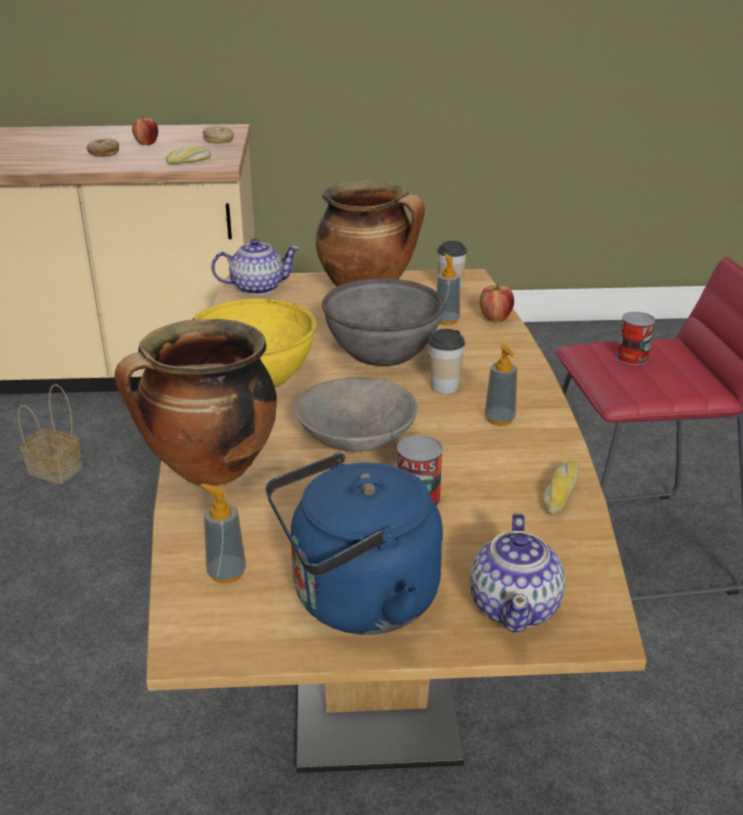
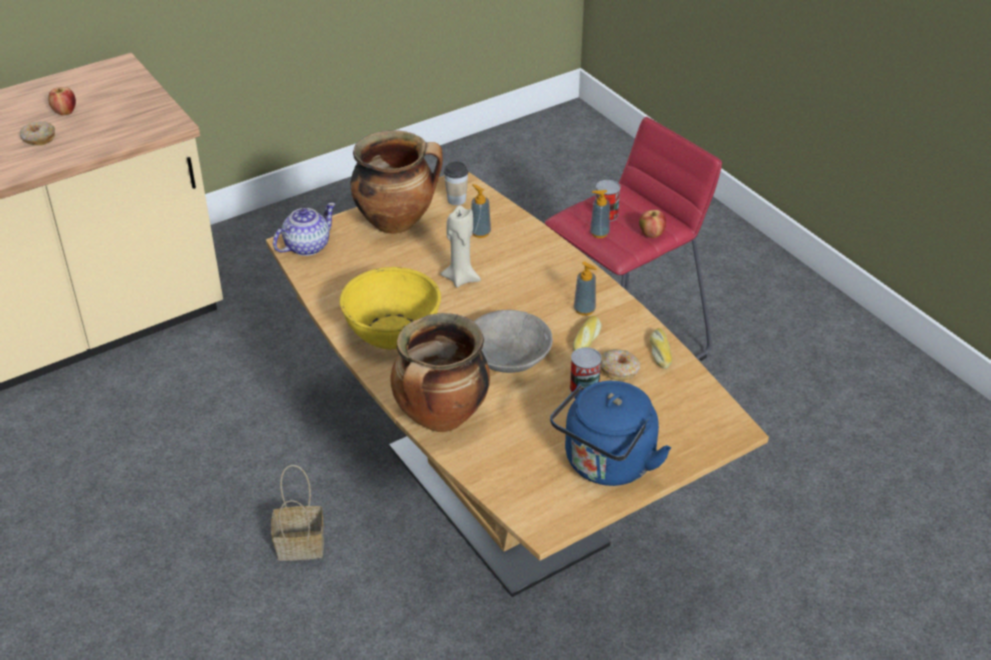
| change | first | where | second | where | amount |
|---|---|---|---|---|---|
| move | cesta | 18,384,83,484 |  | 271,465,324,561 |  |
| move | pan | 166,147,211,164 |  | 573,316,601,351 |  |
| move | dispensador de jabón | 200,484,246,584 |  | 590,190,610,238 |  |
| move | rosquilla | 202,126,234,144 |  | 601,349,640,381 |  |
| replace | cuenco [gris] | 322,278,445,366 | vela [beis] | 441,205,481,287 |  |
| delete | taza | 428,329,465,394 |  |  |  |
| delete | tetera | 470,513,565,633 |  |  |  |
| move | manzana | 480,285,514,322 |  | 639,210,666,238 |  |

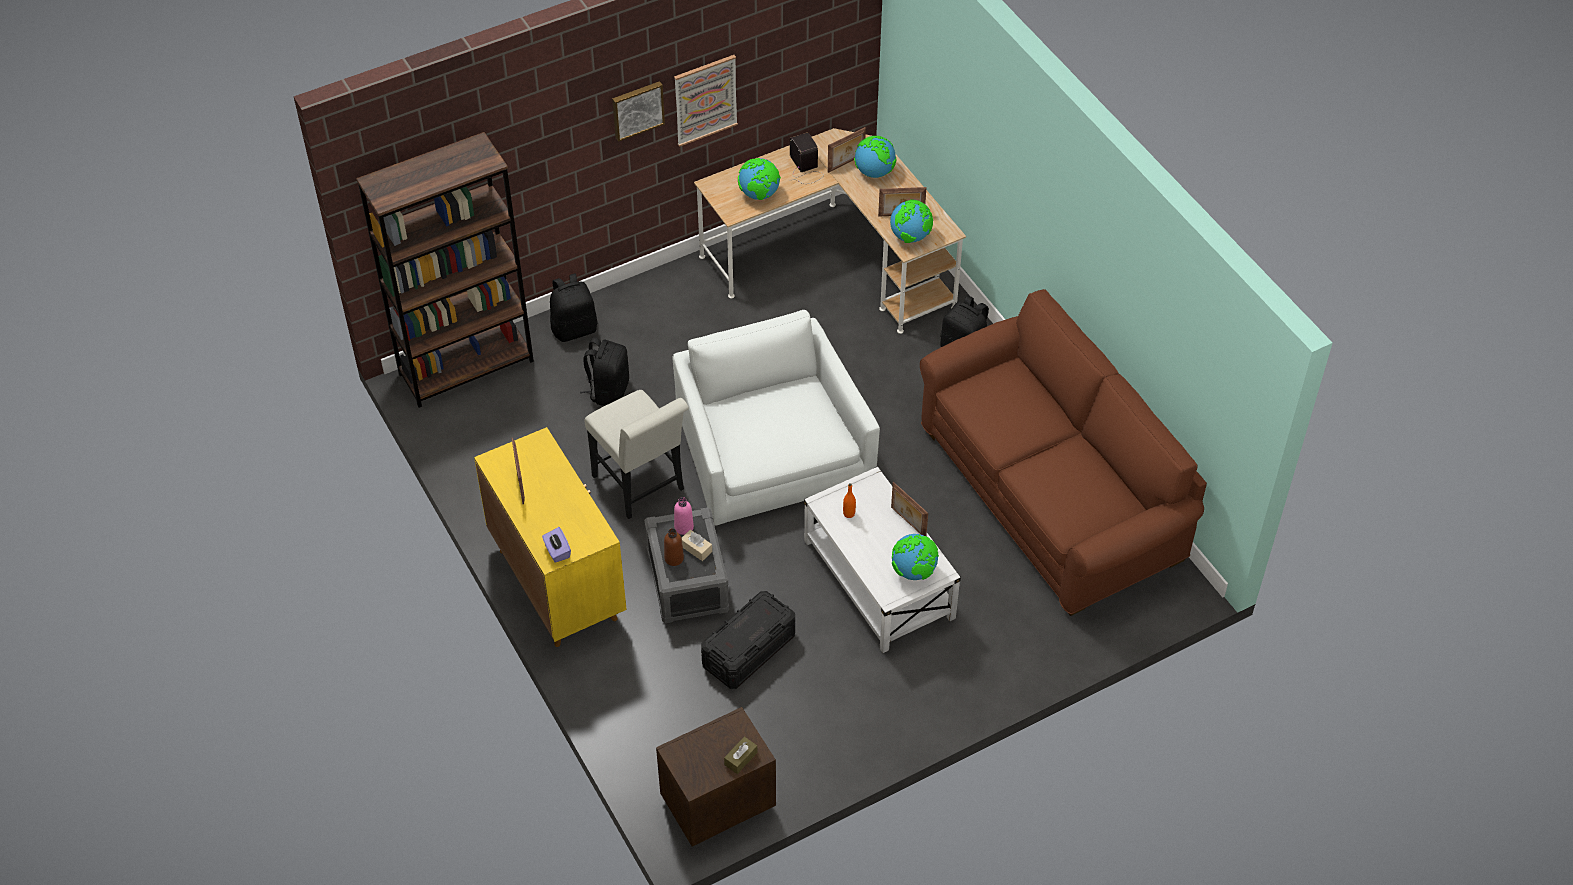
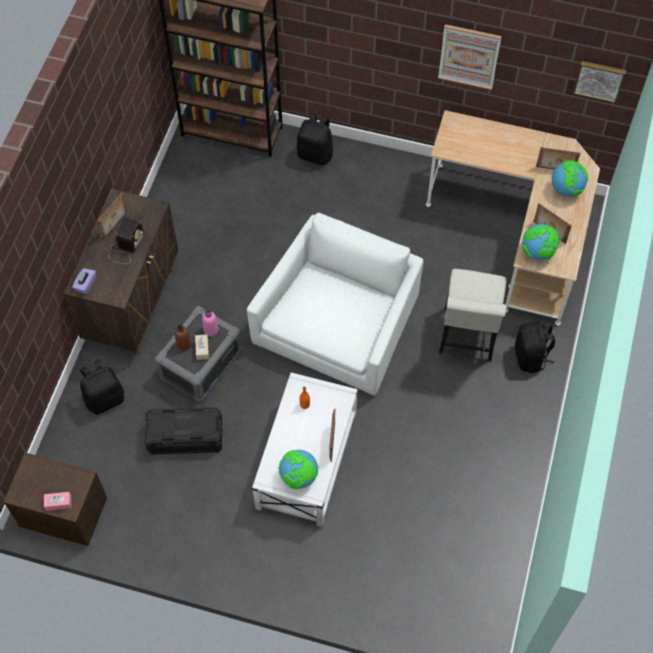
| change | first | where | second | where | amount |
|---|---|---|---|---|---|
| recolor | armario [amarillo] | 474,427,627,647 | armario [marrón] | 64,189,179,354 |  |
| move | mochila [negro] | 580,337,629,406 |  | 80,360,124,415 |  |
| move | silla [blanco] | 585,390,689,519 |  | 439,269,507,361 |  |
| move | cuadro | 612,81,665,142 |  | 573,61,626,103 |  |
| recolor | caja de pañuelos [marrón] | 724,737,757,774 | caja de pañuelos [rosa] | 44,492,71,511 |  |
| delete | globo terráqueo | 738,158,781,200 |  |  |  |
| move | radio | 789,132,824,184 |  | 105,217,144,264 |  |
| delete | sofá [marrón] | 920,289,1207,616 |  |  |  |

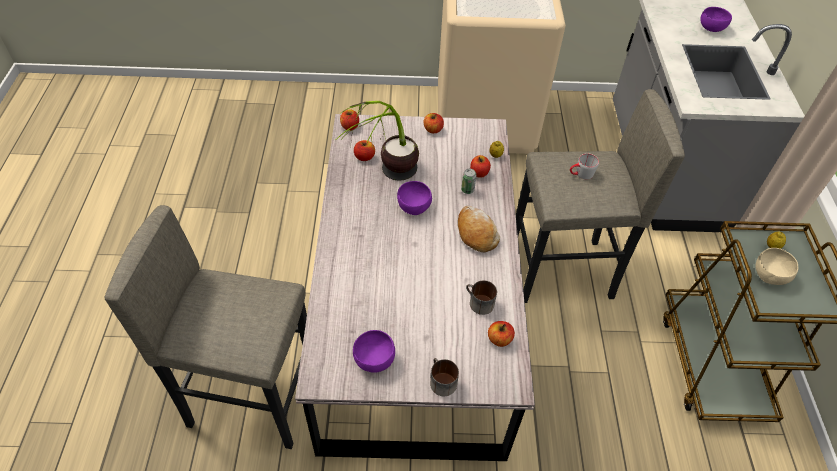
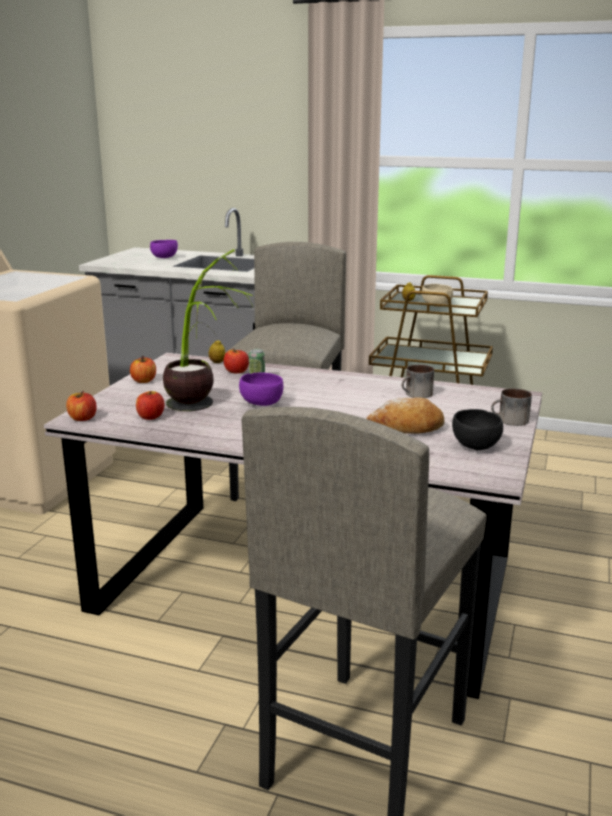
| change | first | where | second | where | amount |
|---|---|---|---|---|---|
| recolor | cuenco [morado] | 353,330,395,373 | cuenco [negro] | 452,409,503,450 |  |
| move | pan | 458,206,500,252 |  | 366,397,445,434 |  |
| delete | manzana | 488,321,515,347 |  |  |  |
| delete | taza grande [gris] | 570,153,599,179 |  |  |  |

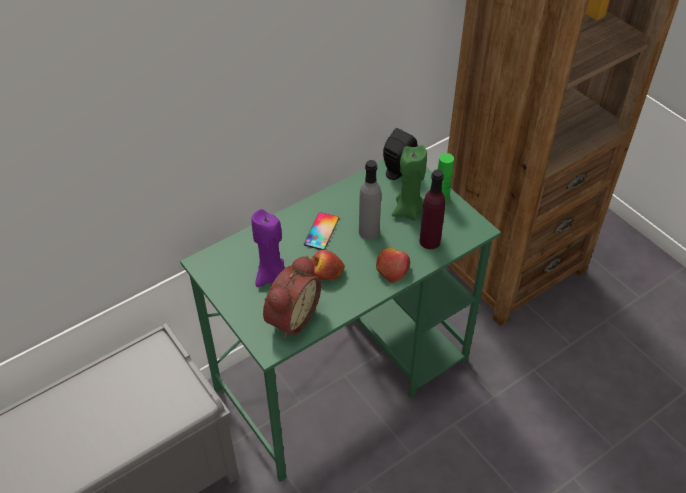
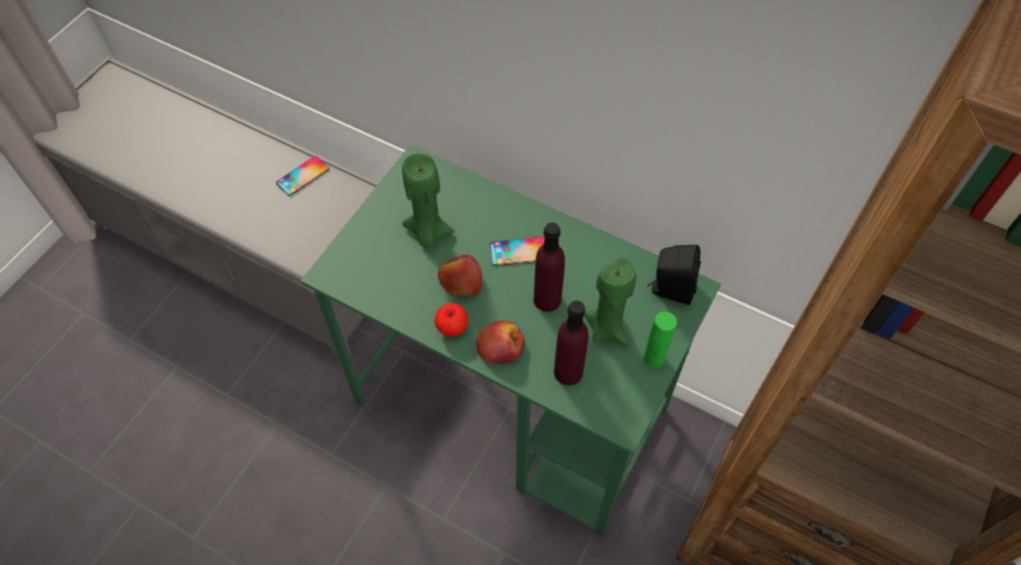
| change | first | where | second | where | amount |
|---|---|---|---|---|---|
| recolor | vela [morado] | 252,209,285,287 | vela [verde] | 402,154,454,248 |  |
| delete | despertador | 263,255,321,338 |  |  |  |
| recolor | botella [gris] | 359,160,381,240 | botella [morado] | 534,222,565,312 |  |
| insert |  |  | móvil | 276,156,329,196 |  |
| insert |  |  | manzana | 435,303,468,336 |  |

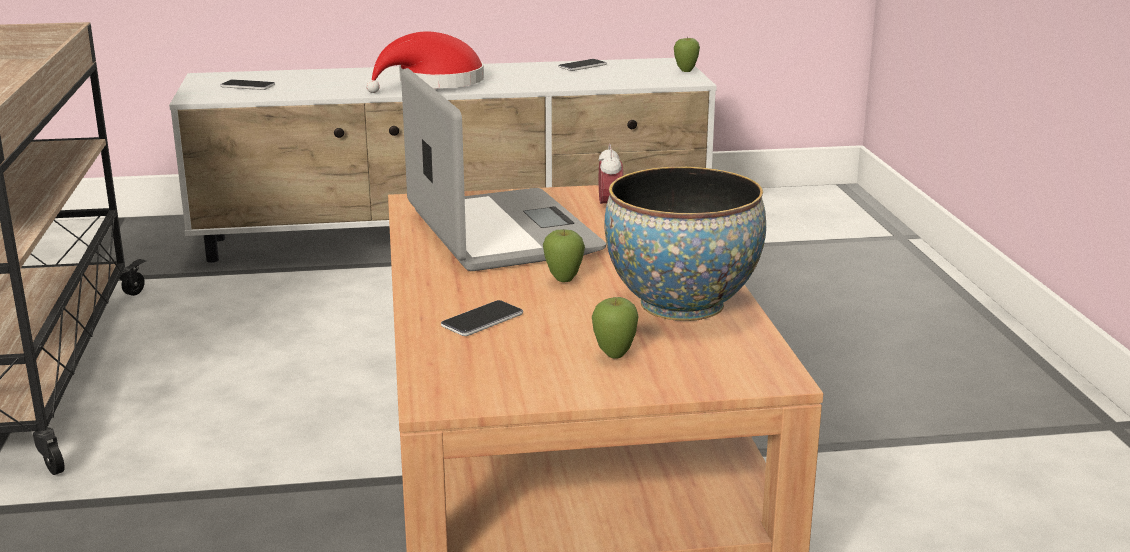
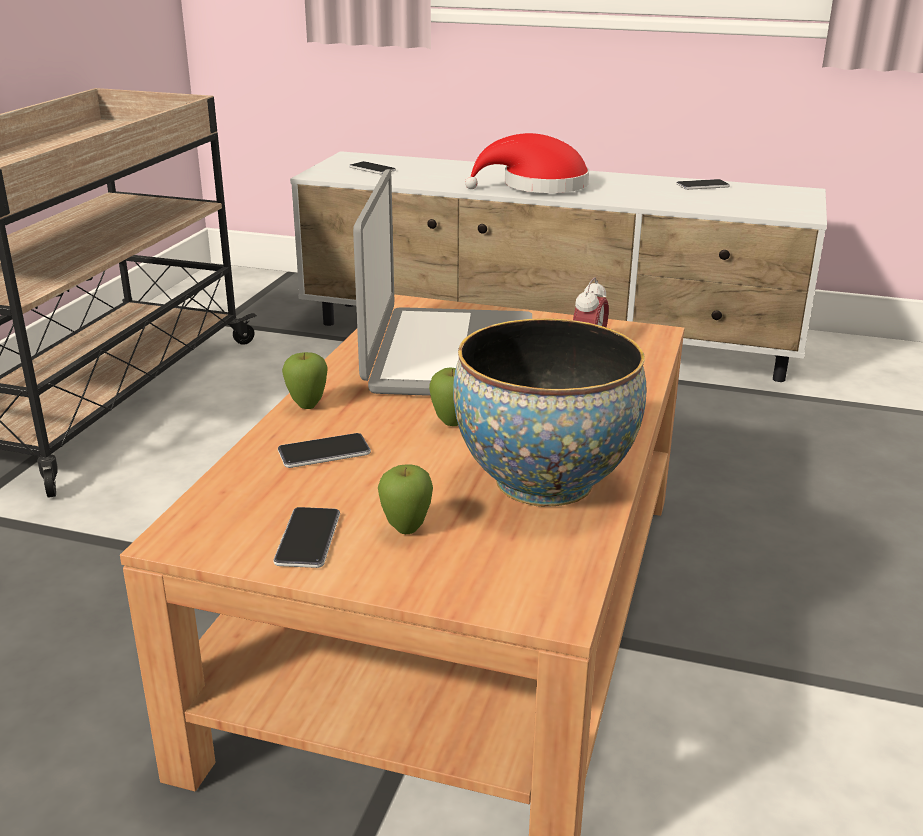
| change | first | where | second | where | amount |
|---|---|---|---|---|---|
| move | manzana | 674,37,700,72 |  | 282,352,327,409 |  |
| insert |  |  | móvil | 273,507,340,568 |  |

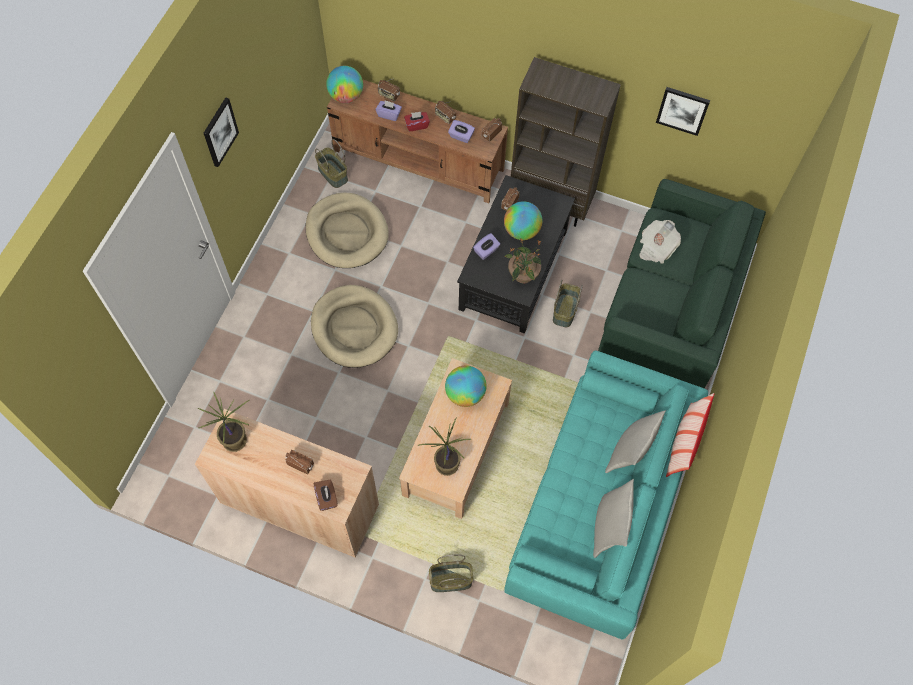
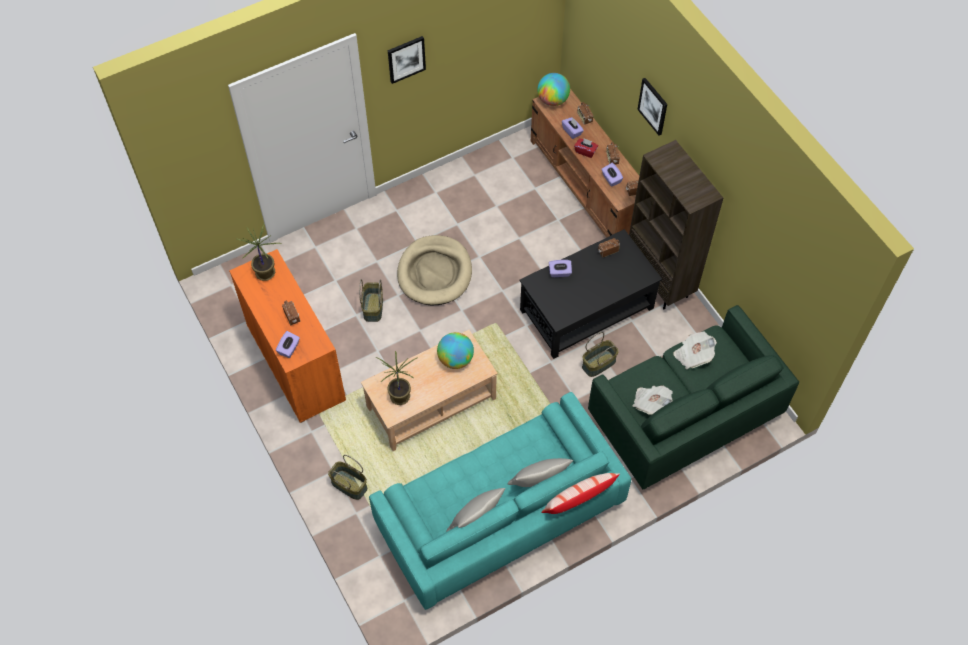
| change | first | where | second | where | amount |
|---|---|---|---|---|---|
| recolor | armario [beis] | 195,409,379,557 | armario [naranja] | 229,249,346,423 |  |
| delete | cama para perro [beis] | 306,192,389,268 |  |  |  |
| recolor | caja de pañuelos [marrón] | 313,480,338,511 | caja de pañuelos [morado] | 276,331,300,358 |  |
| move | cesta | 315,139,348,188 |  | 359,279,383,322 |  |
| delete | globo terráqueo | 504,201,542,240 |  |  |  |
| delete | planta en maceta | 504,238,541,283 |  |  |  |
| move | cuadro | 656,87,710,136 |  | 637,78,667,136 |  |
| insert |  |  | periódico | 632,385,673,415 |  |

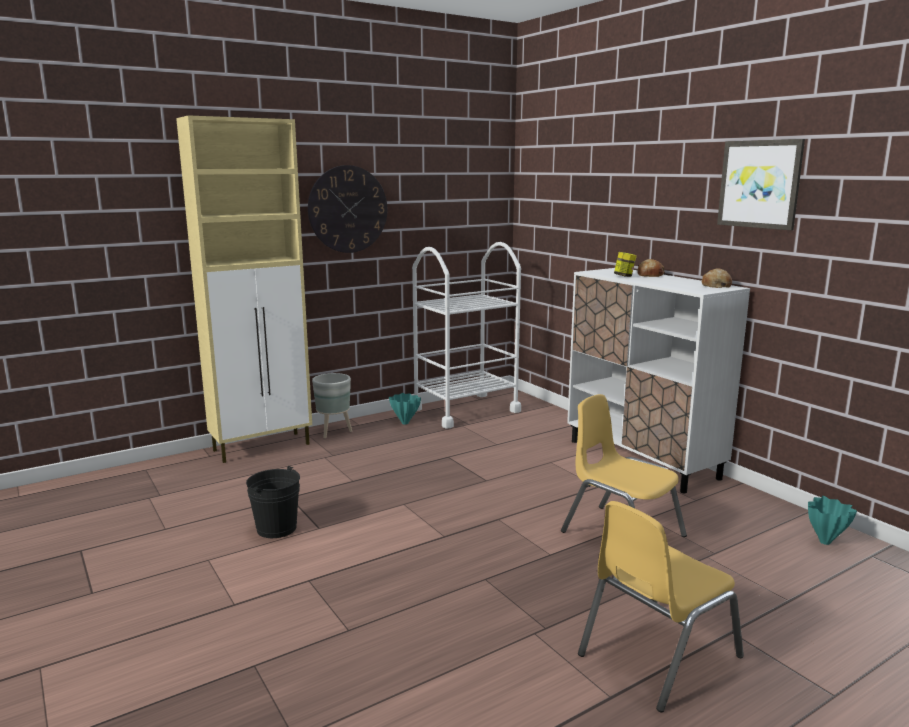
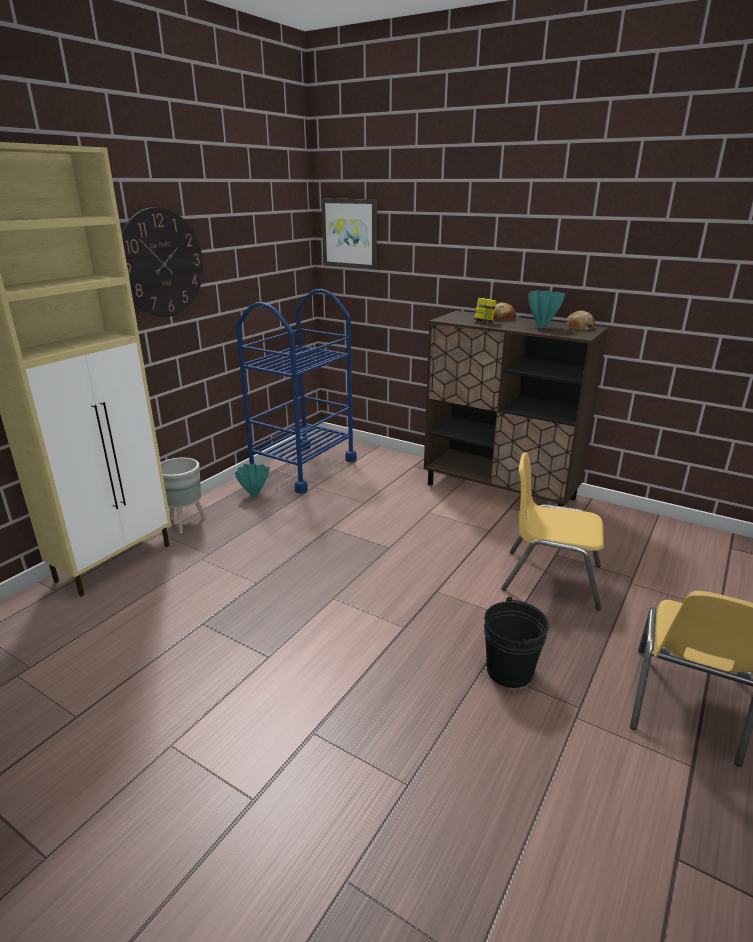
| change | first | where | second | where | amount |
|---|---|---|---|---|---|
| move | cubo [negro] | 246,466,300,538 |  | 484,597,549,688 |  |
| recolor | carrito [blanco] | 412,242,521,429 | carrito [azul] | 236,289,357,494 |  |
| recolor | armario [blanco] | 567,268,750,493 | armario [marrón] | 424,311,608,507 |  |
| move | cuadro | 717,139,805,230 |  | 322,199,377,269 |  |
| move | florero [turquesa] | 808,496,857,545 |  | 528,290,565,328 |  |

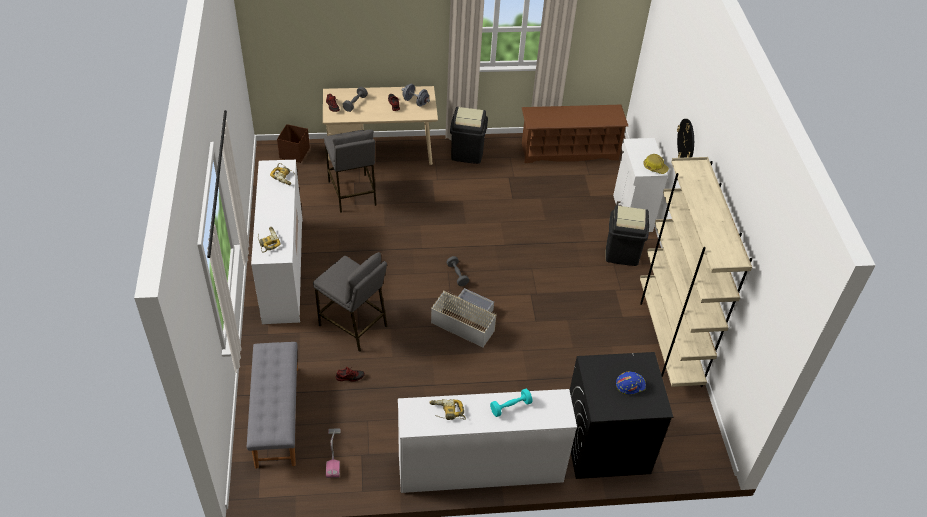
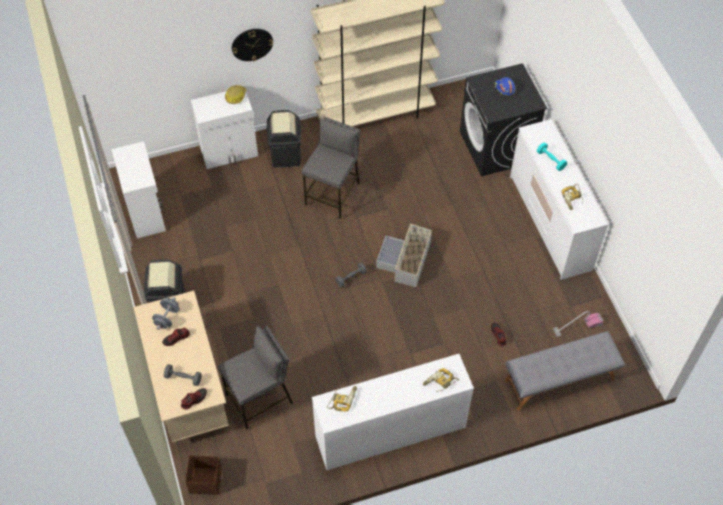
| change | first | where | second | where | amount |
|---|---|---|---|---|---|
| move | taburete [gris] | 313,252,387,352 |  | 302,117,360,219 |  |
| replace | zapatero [marrón] | 522,105,629,163 | armario [blanco] | 112,141,166,238 |  |

